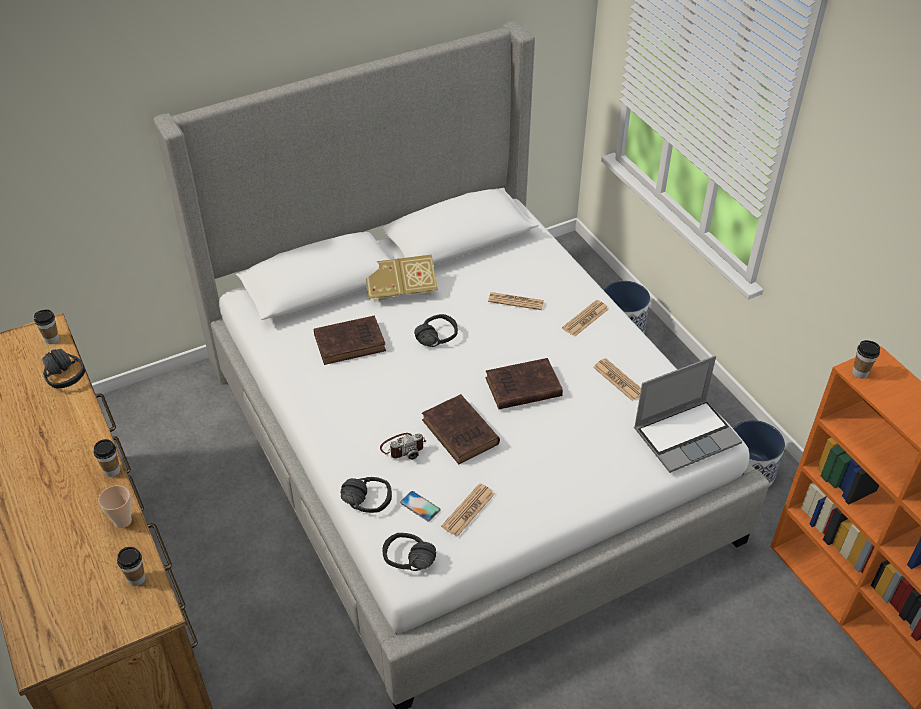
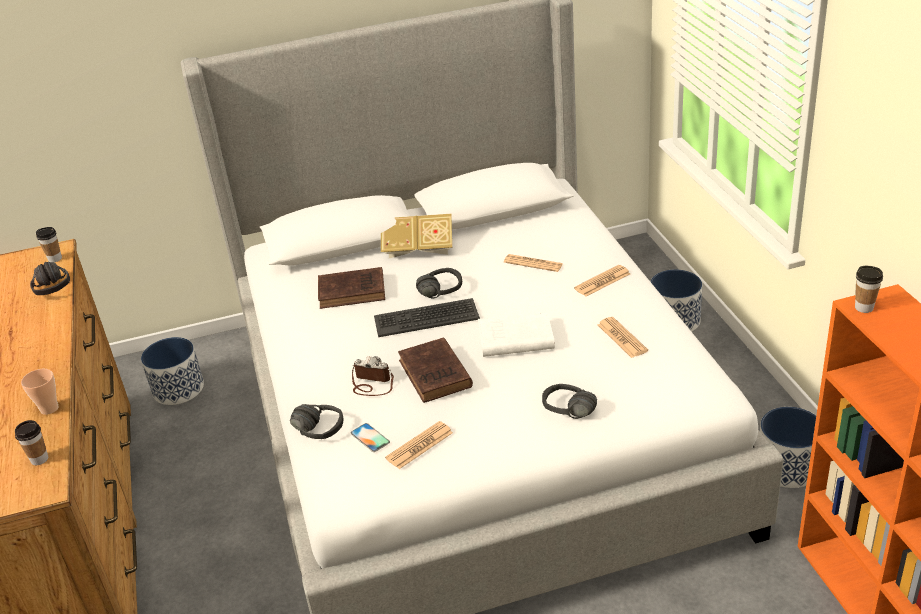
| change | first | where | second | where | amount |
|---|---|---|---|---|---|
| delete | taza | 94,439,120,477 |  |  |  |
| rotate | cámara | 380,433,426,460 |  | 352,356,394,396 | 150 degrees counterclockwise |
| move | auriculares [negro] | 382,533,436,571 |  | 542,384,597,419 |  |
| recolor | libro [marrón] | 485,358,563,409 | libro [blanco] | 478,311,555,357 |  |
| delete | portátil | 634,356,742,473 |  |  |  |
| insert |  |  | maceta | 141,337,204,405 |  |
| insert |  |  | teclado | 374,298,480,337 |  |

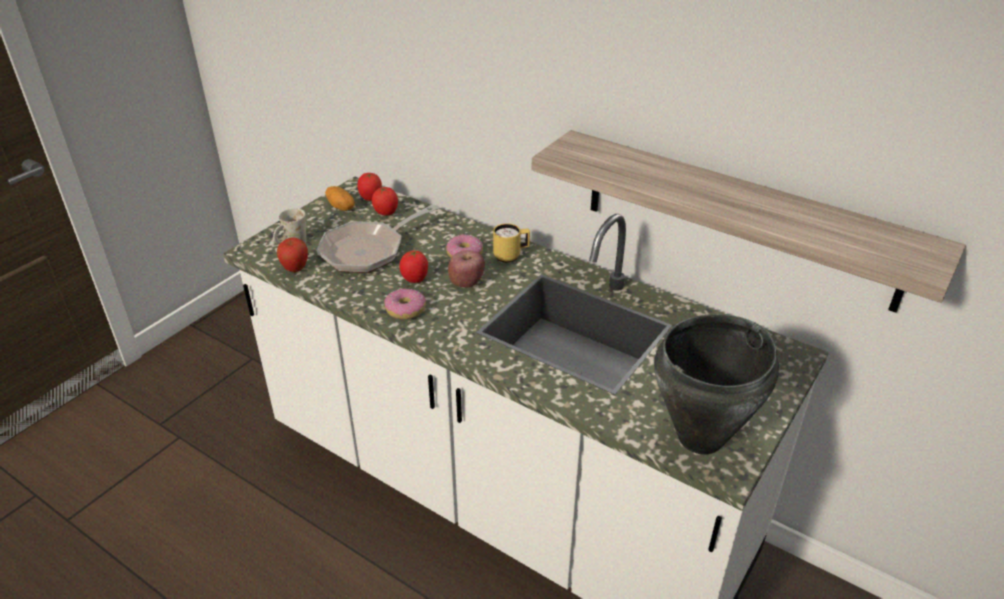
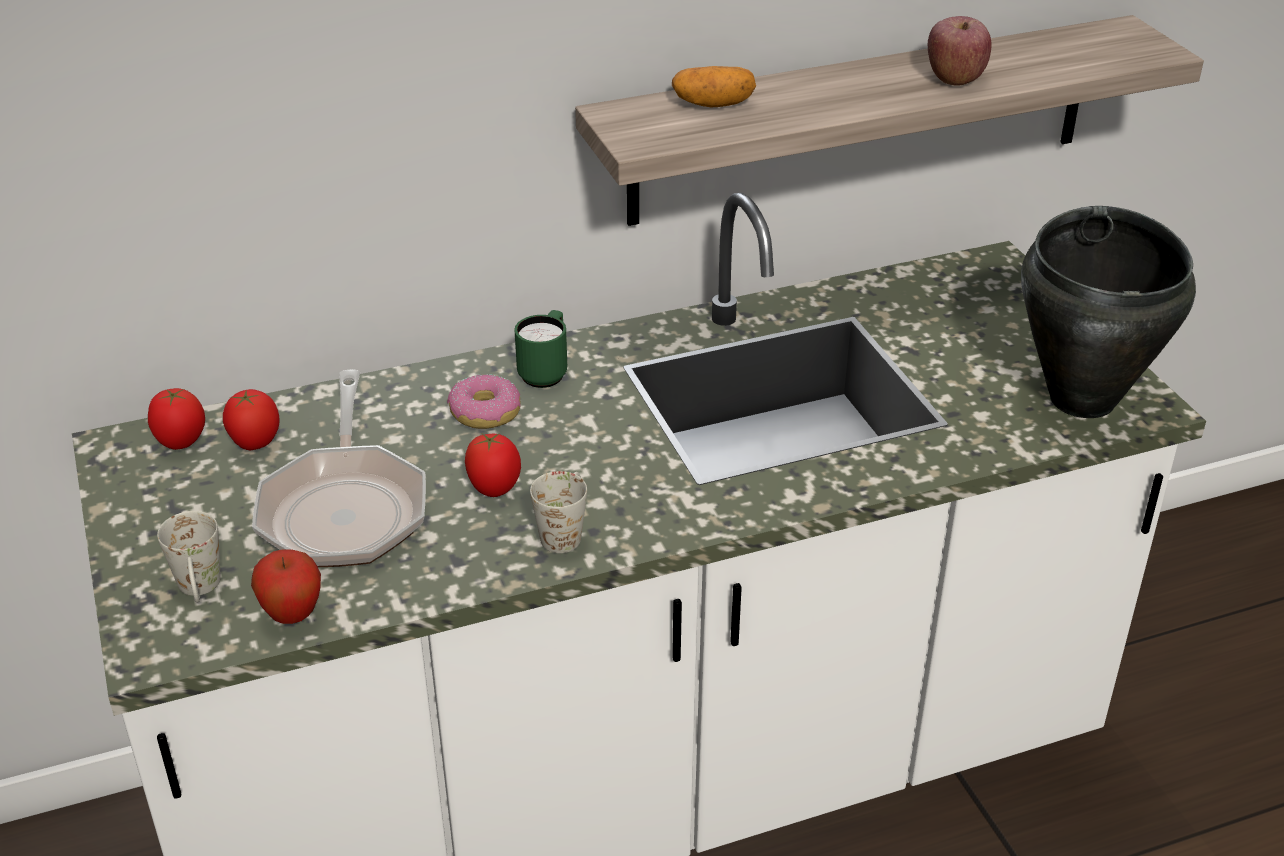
| change | first | where | second | where | amount |
|---|---|---|---|---|---|
| move | patata | 325,186,355,211 |  | 672,66,756,108 |  |
| replace | rosquilla | 384,288,426,319 | taza grande [blanco] | 530,471,587,553 |  |
| move | manzana | 448,250,485,287 |  | 928,16,992,86 |  |
| recolor | taza grande [amarillo] | 493,223,530,263 | taza grande [verde] | 514,310,567,388 |  |

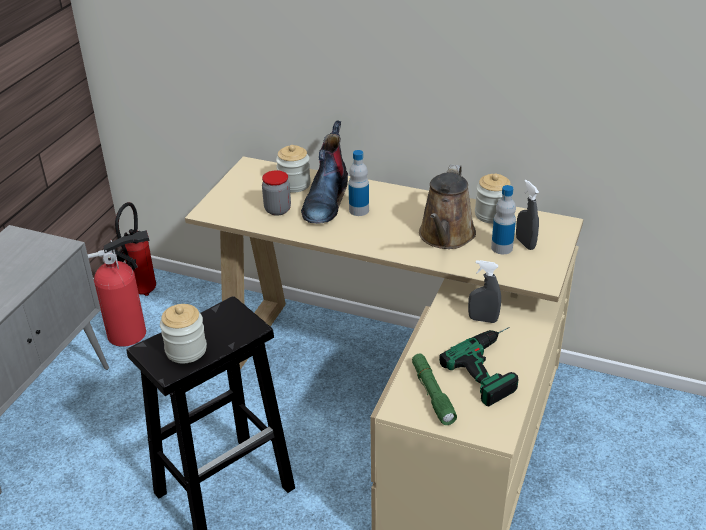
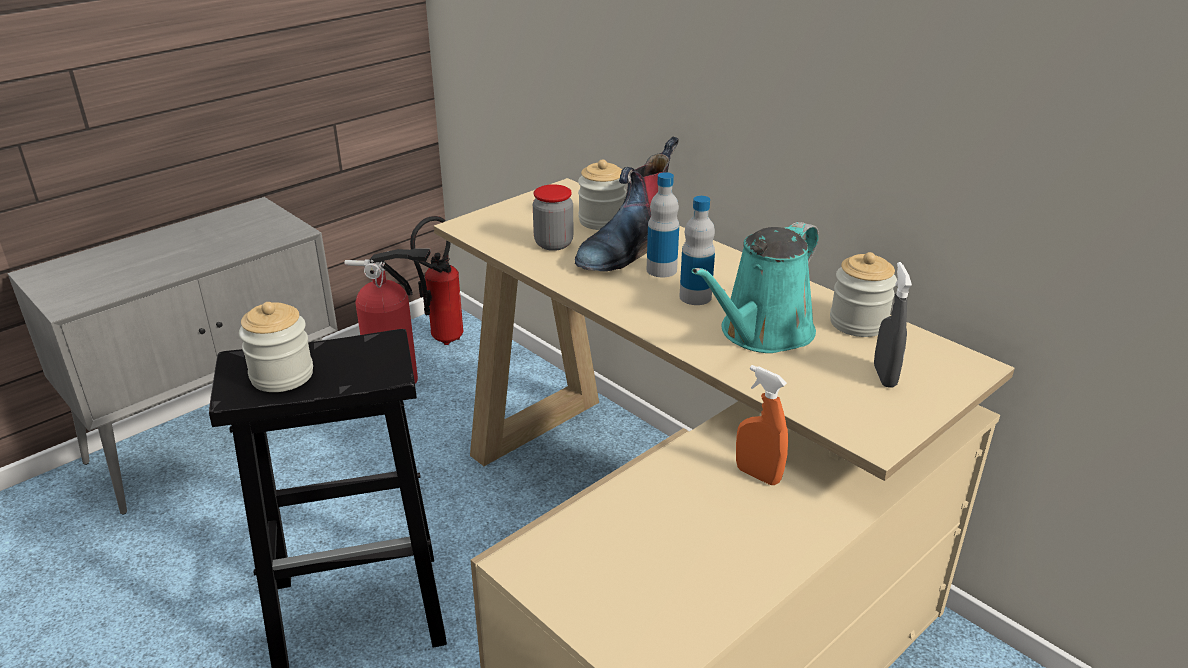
| change | first | where | second | where | amount |
|---|---|---|---|---|---|
| delete | linterna [verde] | 412,354,457,425 |  |  |  |
| recolor | regadera [marrón] | 419,164,476,249 | regadera [turquesa] | 691,222,819,353 |  |
| delete | taladro | 439,327,519,407 |  |  |  |
| recolor | pulverizador [gris] | 468,260,501,323 | pulverizador [naranja] | 736,365,788,485 |  |
| move | botella | 491,185,516,254 |  | 679,196,715,305 |  |

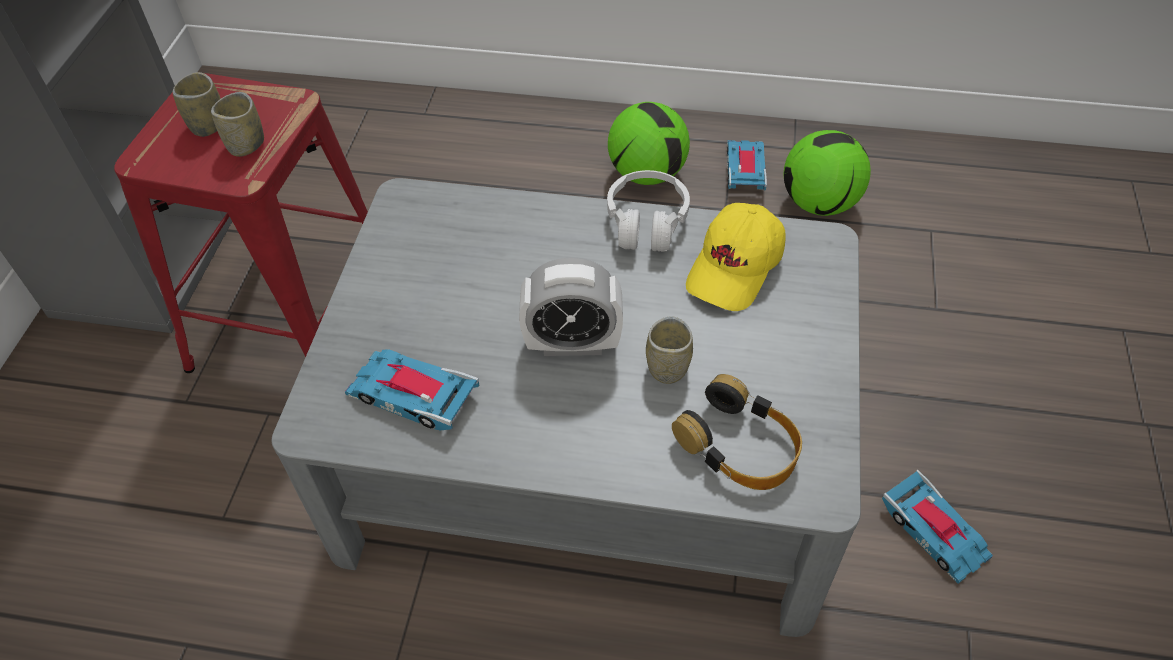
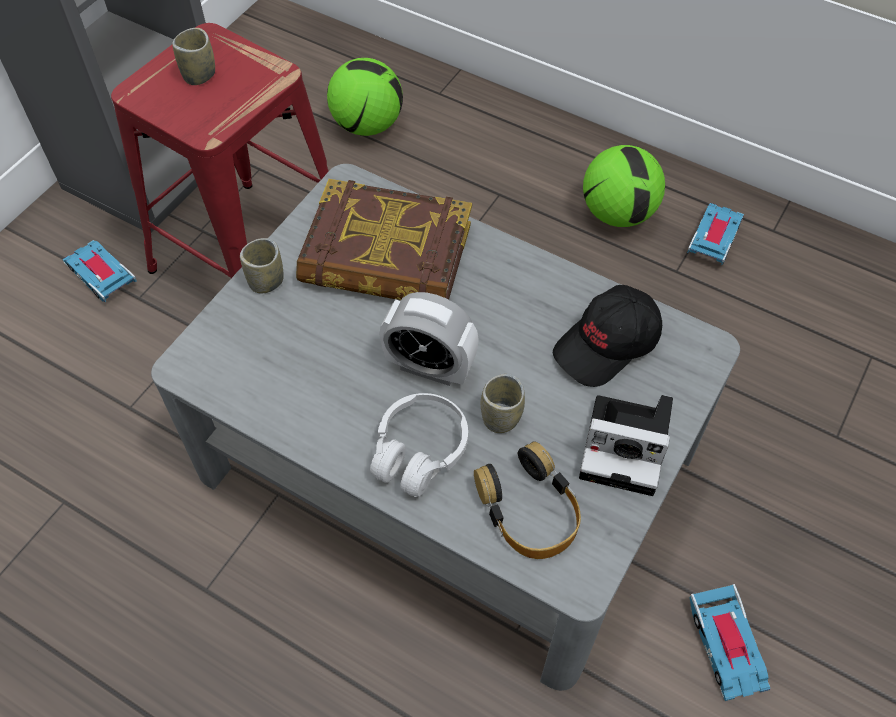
| change | first | where | second | where | amount |
|---|---|---|---|---|---|
| move | taza | 211,92,264,157 |  | 240,238,284,294 |  |
| move | coche de juguete | 345,349,479,431 |  | 62,240,137,302 |  |
| move | auriculares [blanco] | 607,170,690,252 |  | 370,393,468,497 |  |
| recolor | gorra [amarillo] | 686,203,786,311 | gorra [negro] | 553,285,662,387 |  |
| move | balón de fútbol | 783,130,871,216 |  | 327,58,403,136 |  |
| insert |  |  | libro | 296,179,472,300 |  |
| insert |  |  | cámara | 579,395,673,496 |  |

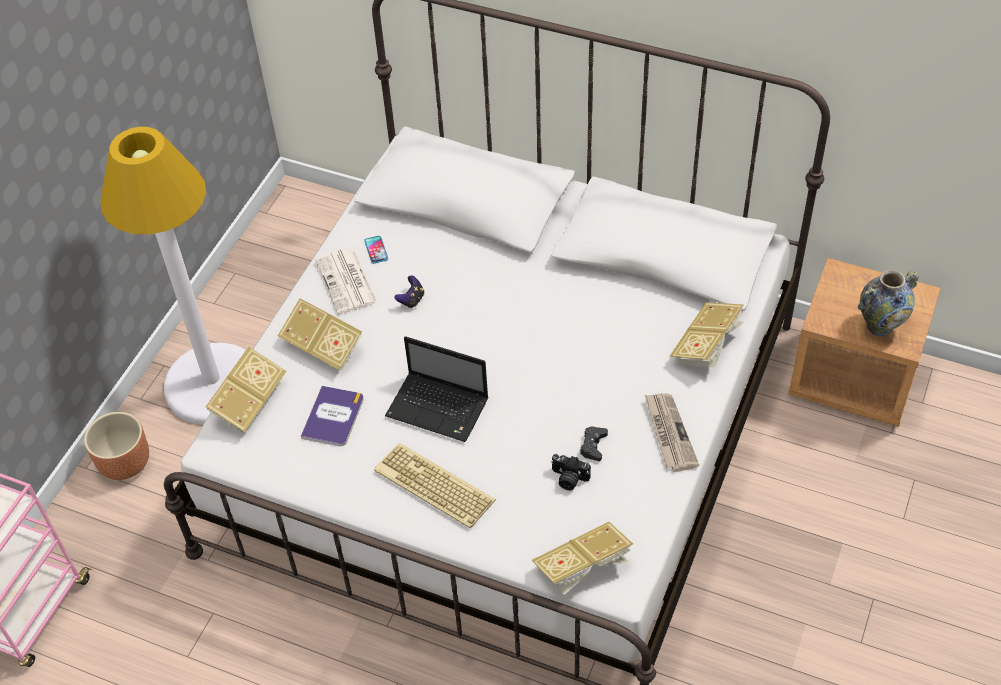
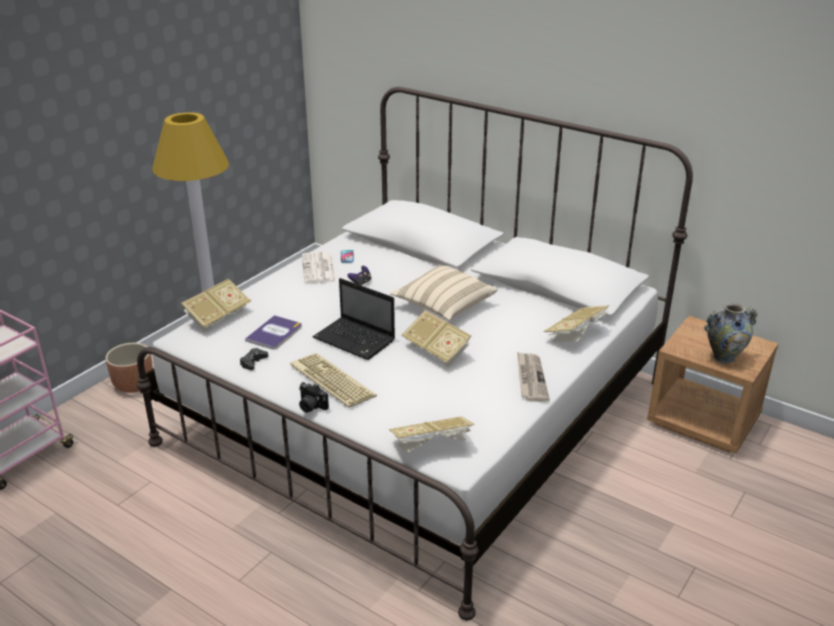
| change | first | where | second | where | amount |
|---|---|---|---|---|---|
| move | libro | 278,298,362,370 |  | 401,310,471,368 |  |
| move | cámara | 551,454,591,490 |  | 299,382,329,413 |  |
| move | mando de consola [negro] | 580,426,608,461 |  | 240,348,268,370 |  |
| insert |  |  | cojín [beis] | 390,265,498,321 |  |

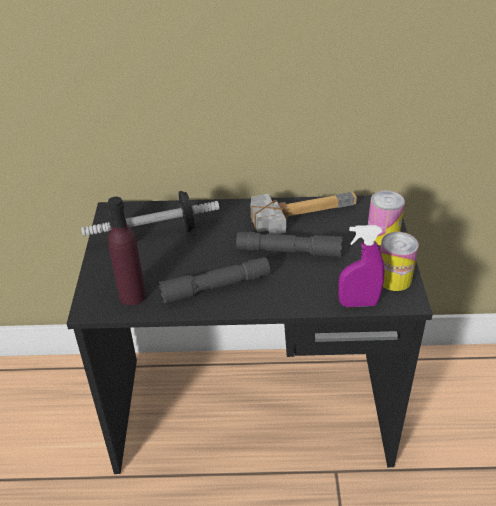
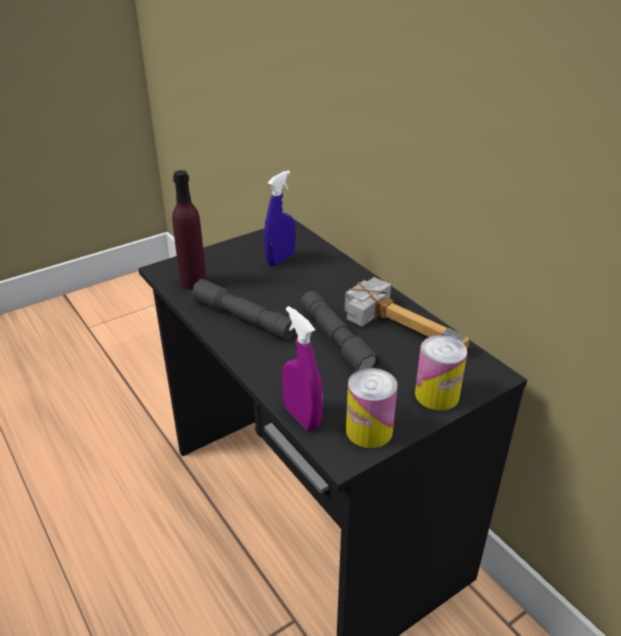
| change | first | where | second | where | amount |
|---|---|---|---|---|---|
| replace | mancuerna | 81,191,219,236 | pulverizador [azul] | 264,170,296,266 |  |

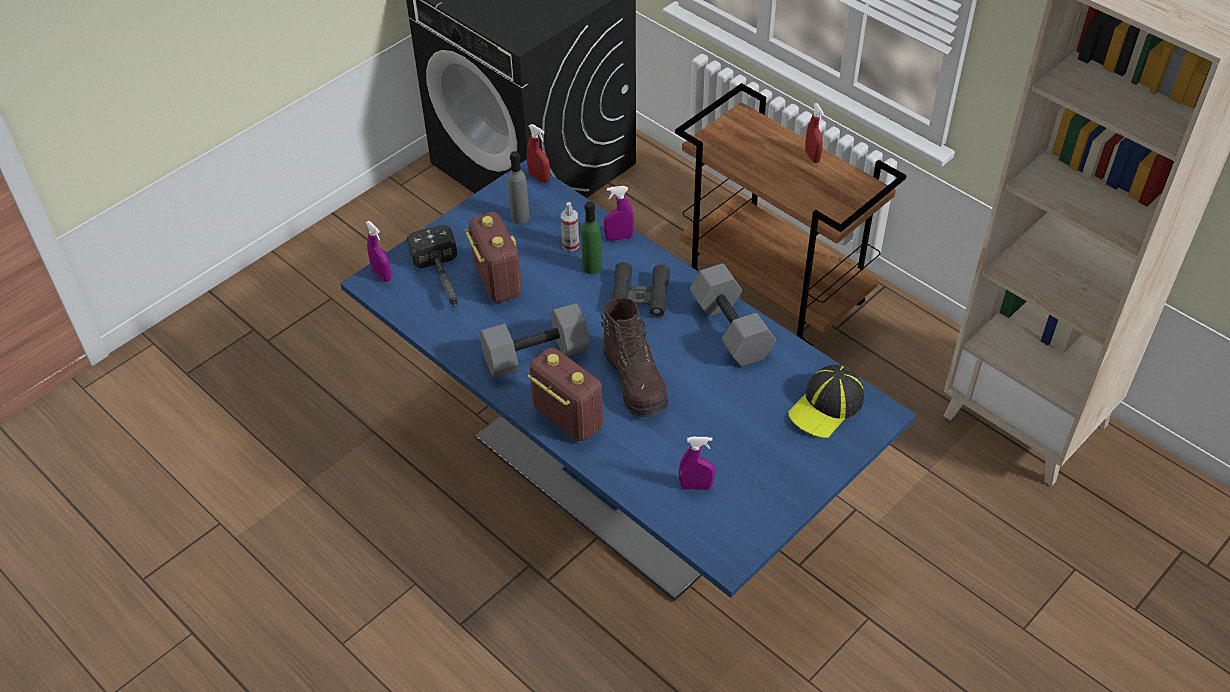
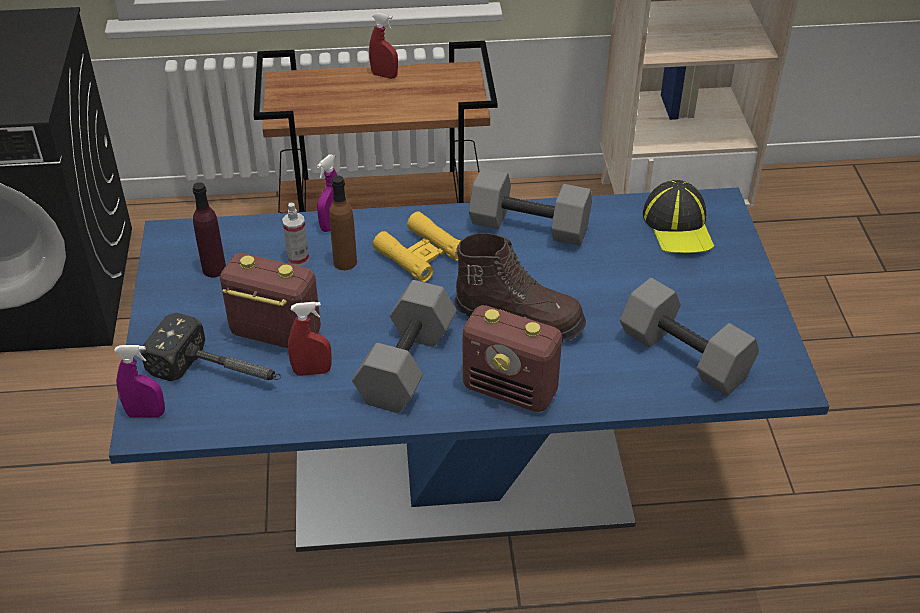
| change | first | where | second | where | amount |
|---|---|---|---|---|---|
| recolor | botella [gris] | 508,151,530,224 | botella [morado] | 192,182,226,277 |  |
| move | pulverizador [rojo] | 527,124,550,183 |  | 288,302,332,376 |  |
| rotate | radio | 527,348,603,441 |  | 462,305,562,412 | 150 degrees counterclockwise |
| recolor | botella [verde] | 581,201,602,274 | botella [marrón] | 329,176,357,270 |  |
| recolor | prismáticos [negro] | 612,262,670,318 | prismáticos [amarillo] | 373,211,460,282 |  |
| replace | pulverizador [morado] | 679,437,715,490 | mancuerna [gris] | 620,278,759,396 |  |

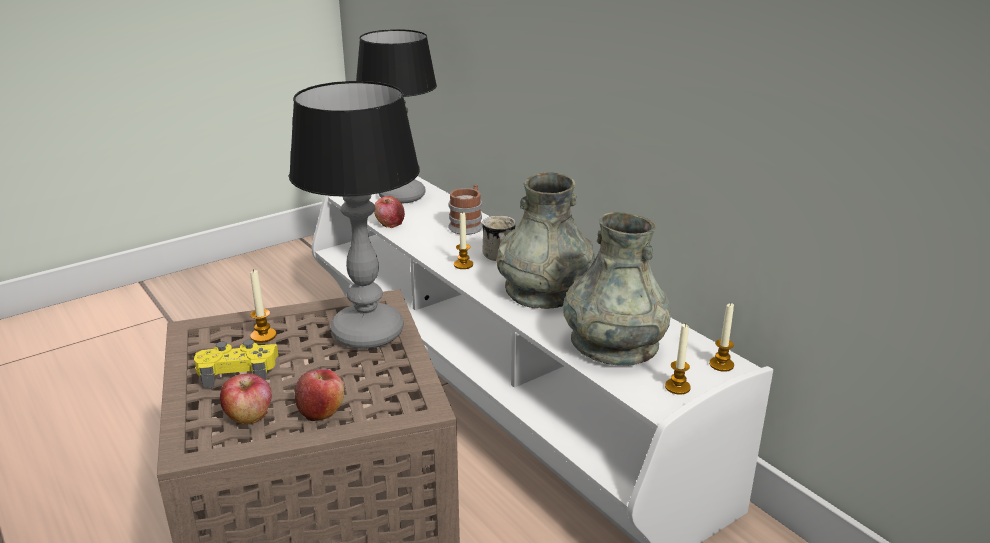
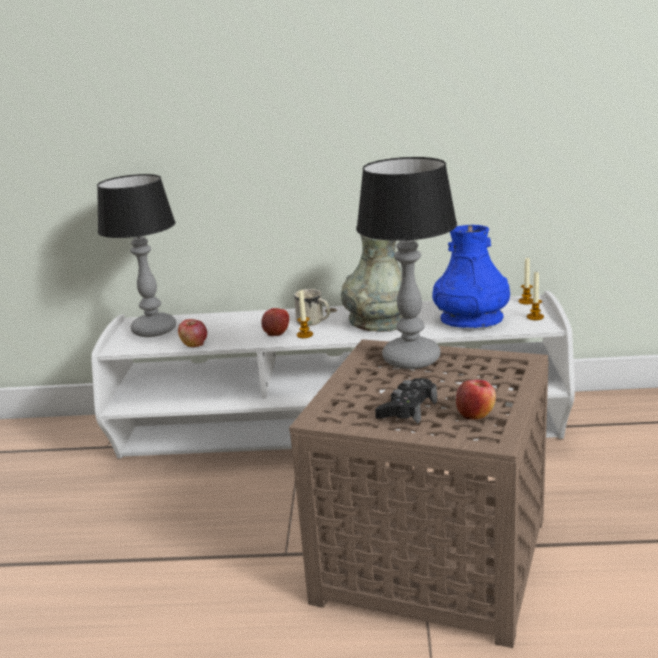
| change | first | where | second | where | amount |
|---|---|---|---|---|---|
| recolor | mando de consola [amarillo] | 194,340,278,388 | mando de consola [negro] | 375,378,437,424 |  |
| delete | vela | 250,269,277,343 |  |  |  |
| move | manzana | 295,369,345,421 |  | 261,308,289,336 |  |
| delete | taza grande | 448,184,483,235 |  |  |  |
| recolor | florero [gris] | 563,212,670,366 | florero [azul] | 432,225,510,328 |  |

